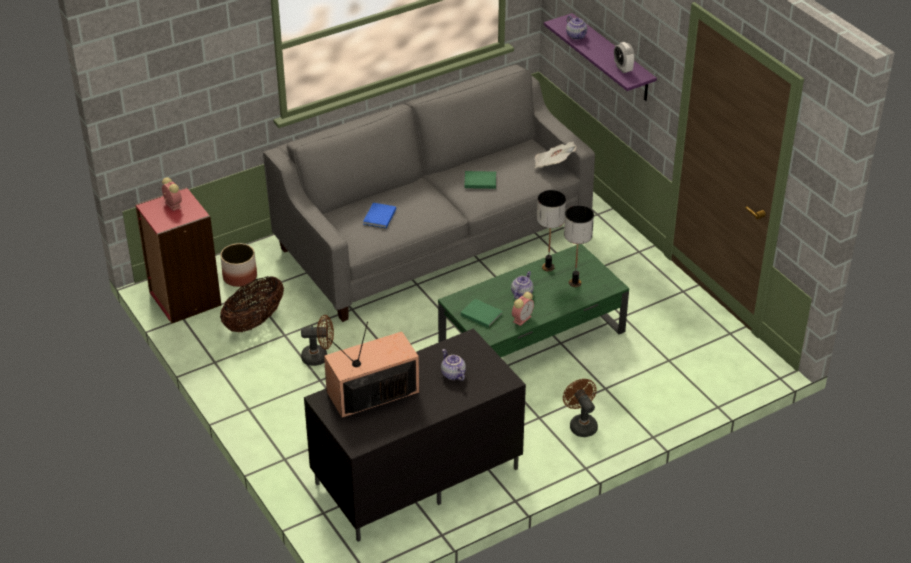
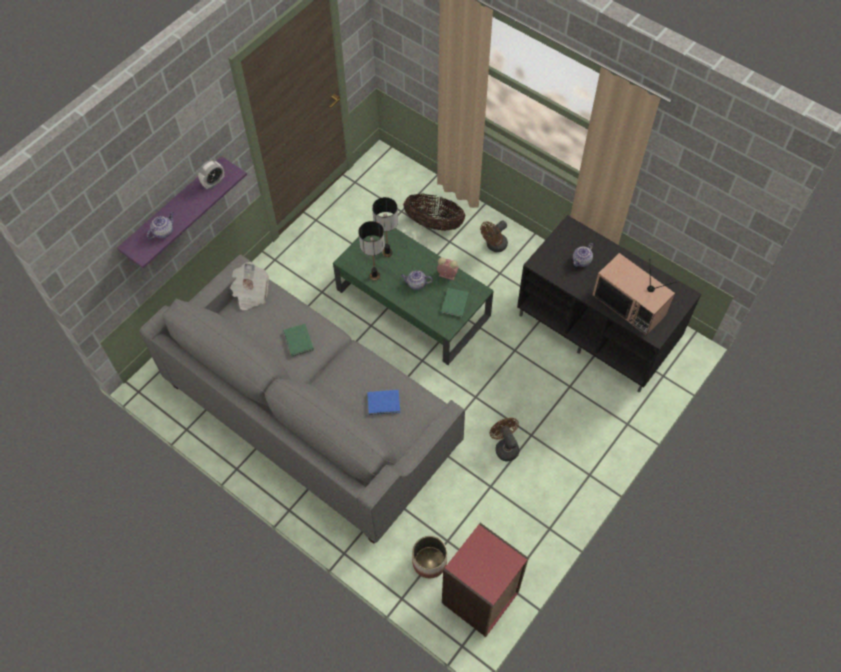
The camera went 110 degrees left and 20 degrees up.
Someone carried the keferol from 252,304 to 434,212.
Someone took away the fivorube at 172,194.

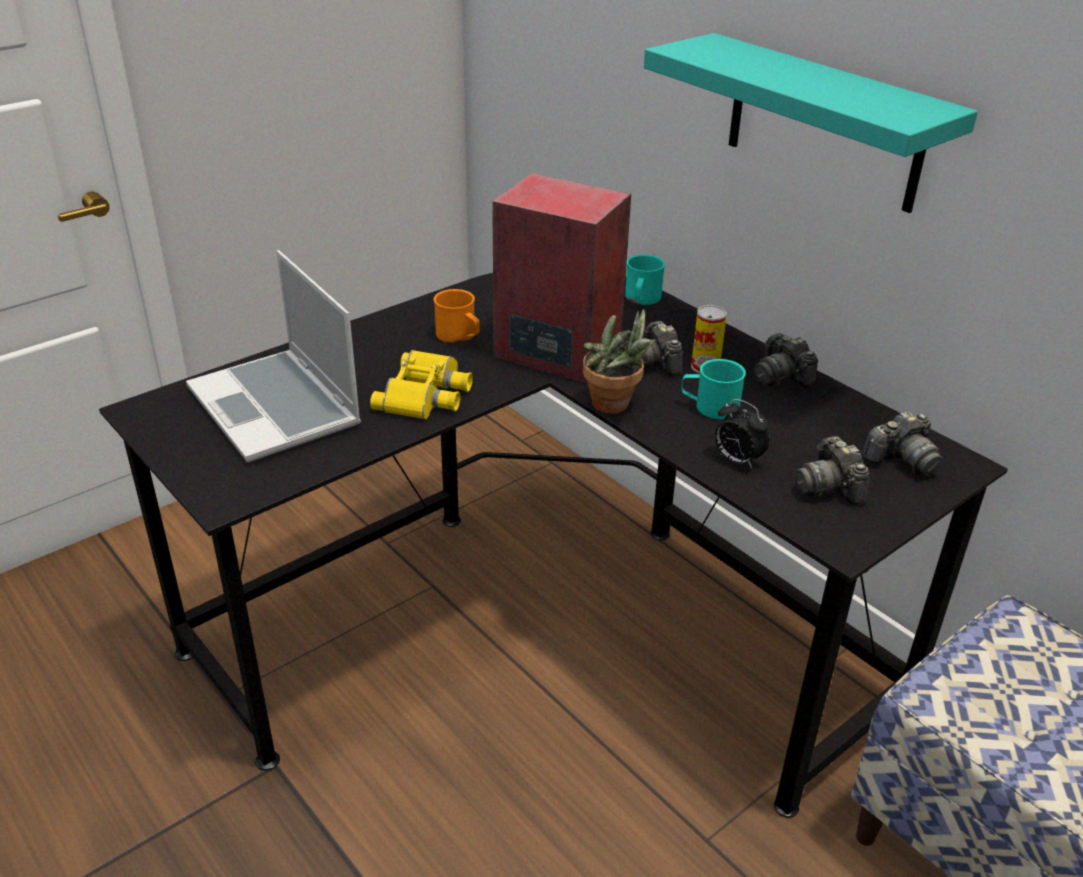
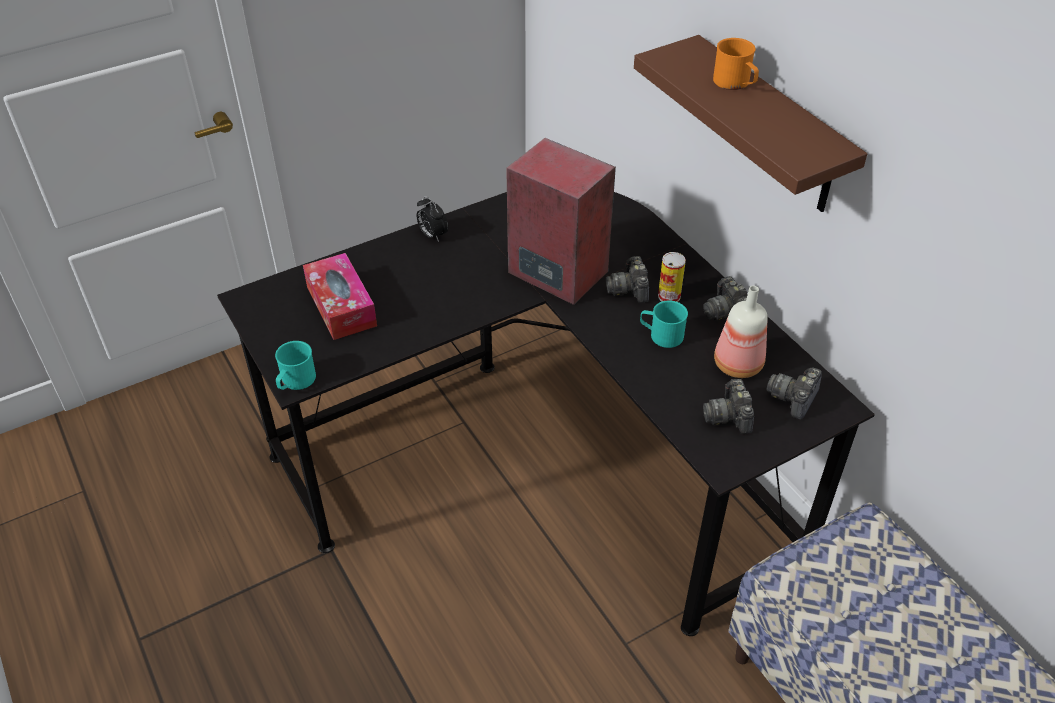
The camera went 10 degrees right and 10 degrees up.
Someone carried the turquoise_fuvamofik from 645,279 to 295,365.
Someone swapped the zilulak at 273,356 for the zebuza at 340,296.
Someone carried the fivorube from 742,434 to 432,219.
Someone repainted the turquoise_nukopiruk at 811,123, which became the brown_nukopiruk at 750,123.
Someone carried the orange_fuvamofik from 457,316 to 736,64.
Someone put down the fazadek at 740,332.
Someone rotated the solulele at 902,443 by 135 degrees clockwise.
Someone took away the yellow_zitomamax at 421,385.
Someone took away the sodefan at 619,361.

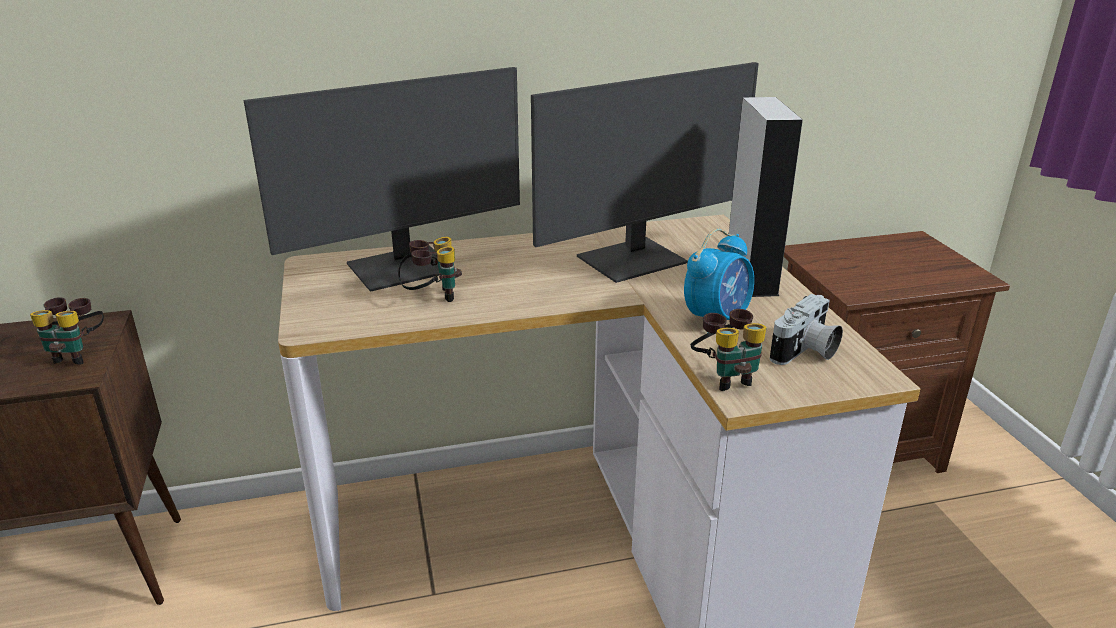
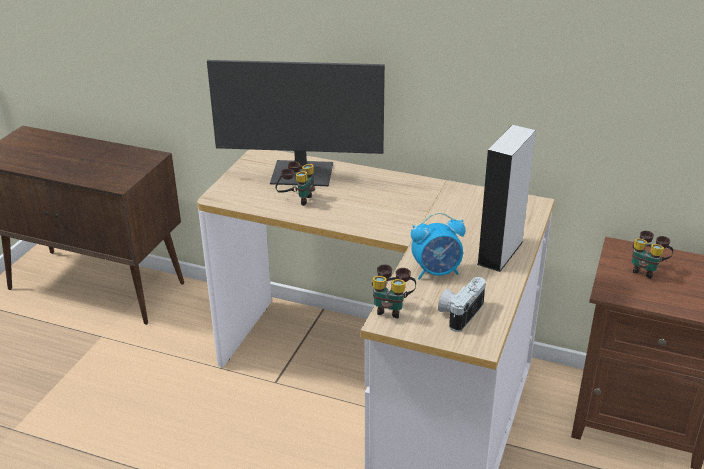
The camera went 35 degrees right and 5 degrees up.
Someone rotated the solulele at 806,329 by 135 degrees clockwise.
Someone carried the zitomamax from 67,330 to 652,255.
Someone took away the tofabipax at 645,172.

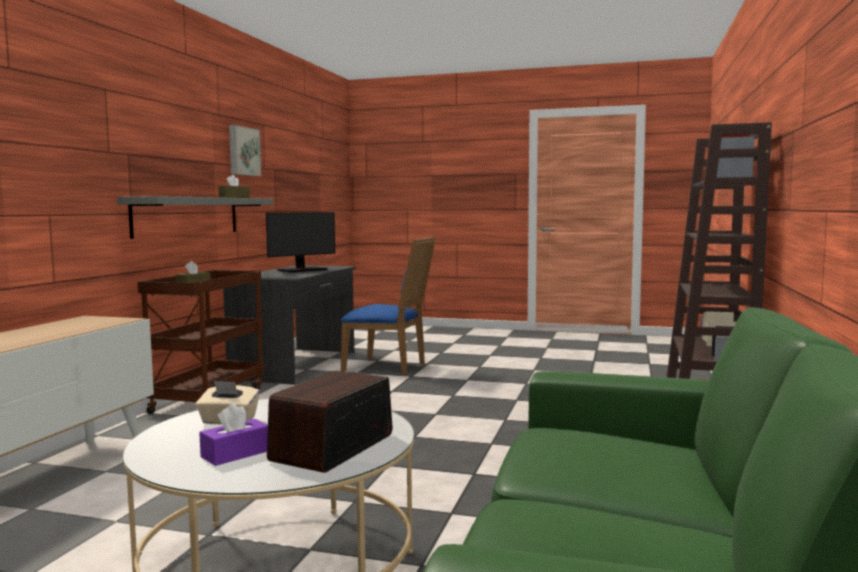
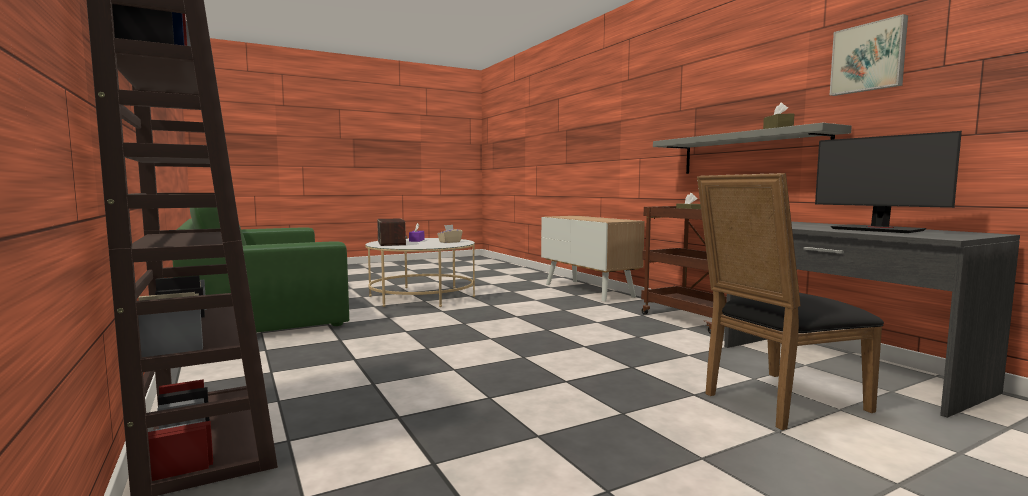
The camera went 135 degrees right and 0 degrees up.
Someone repainted the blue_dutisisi at 388,306, which became the black_dutisisi at 790,301.
Someone rotated the tofabipax at 300,242 by 45 degrees counterclockwise.

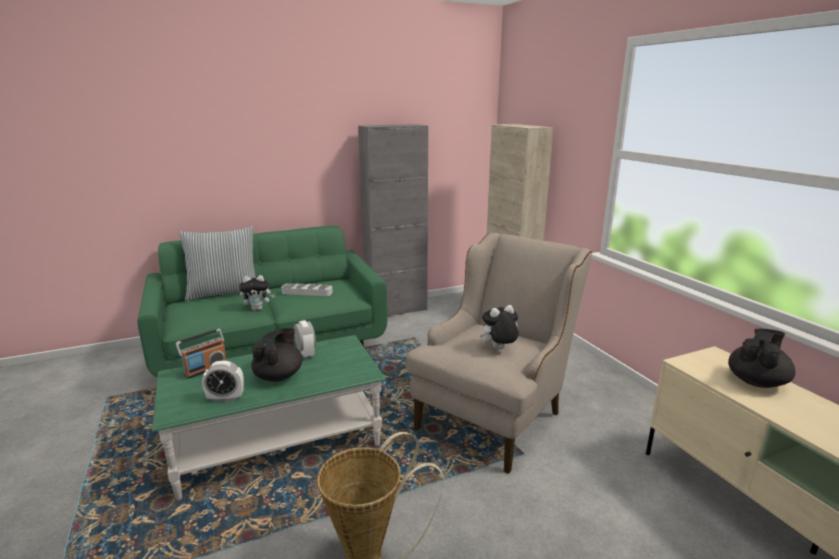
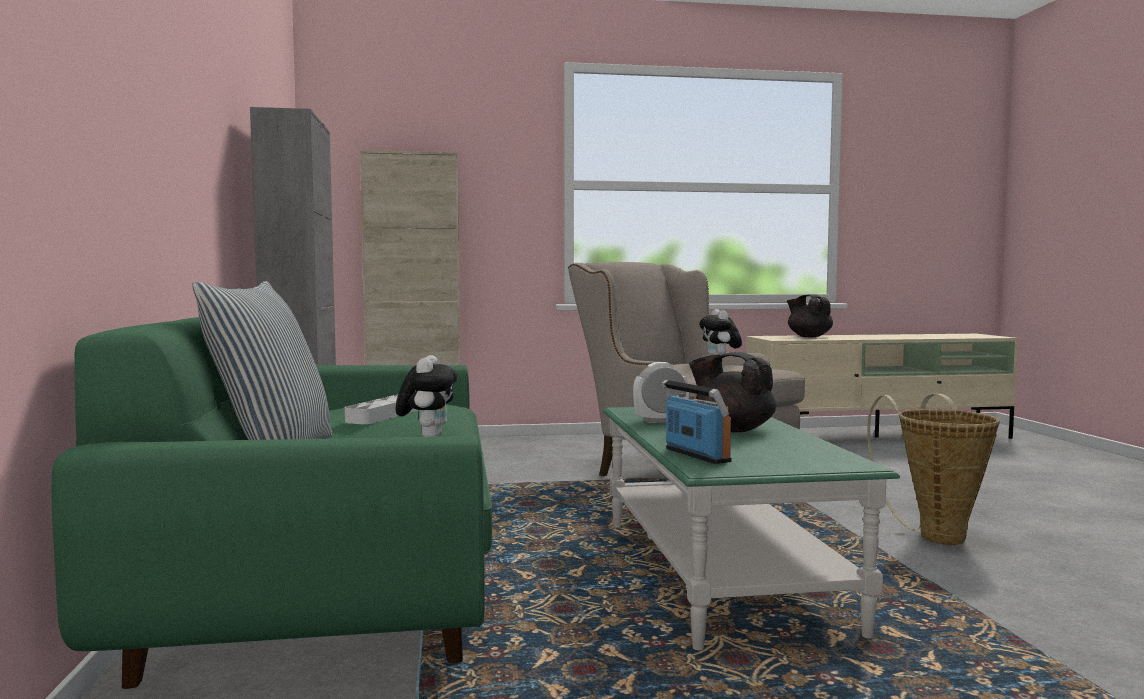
The camera went 75 degrees left and 15 degrees down.
Someone took away the fivorube at 223,381.

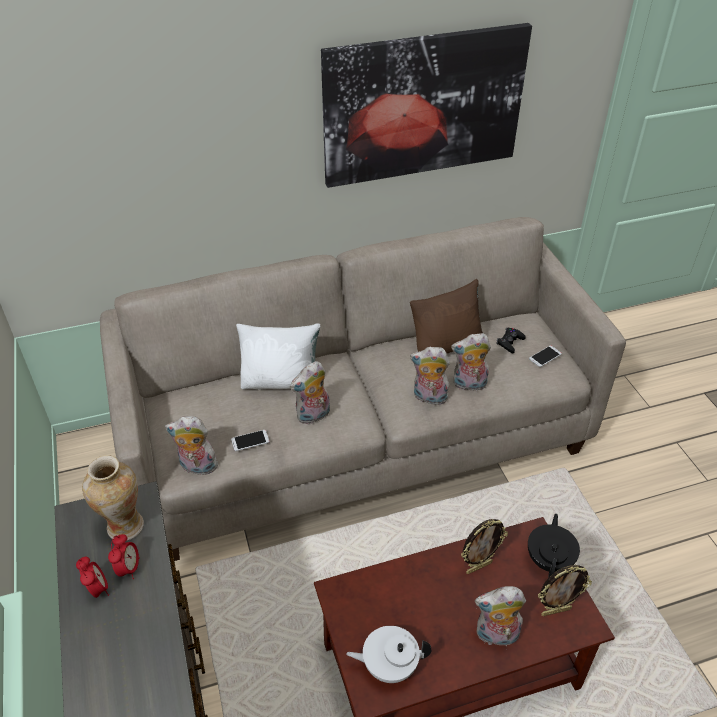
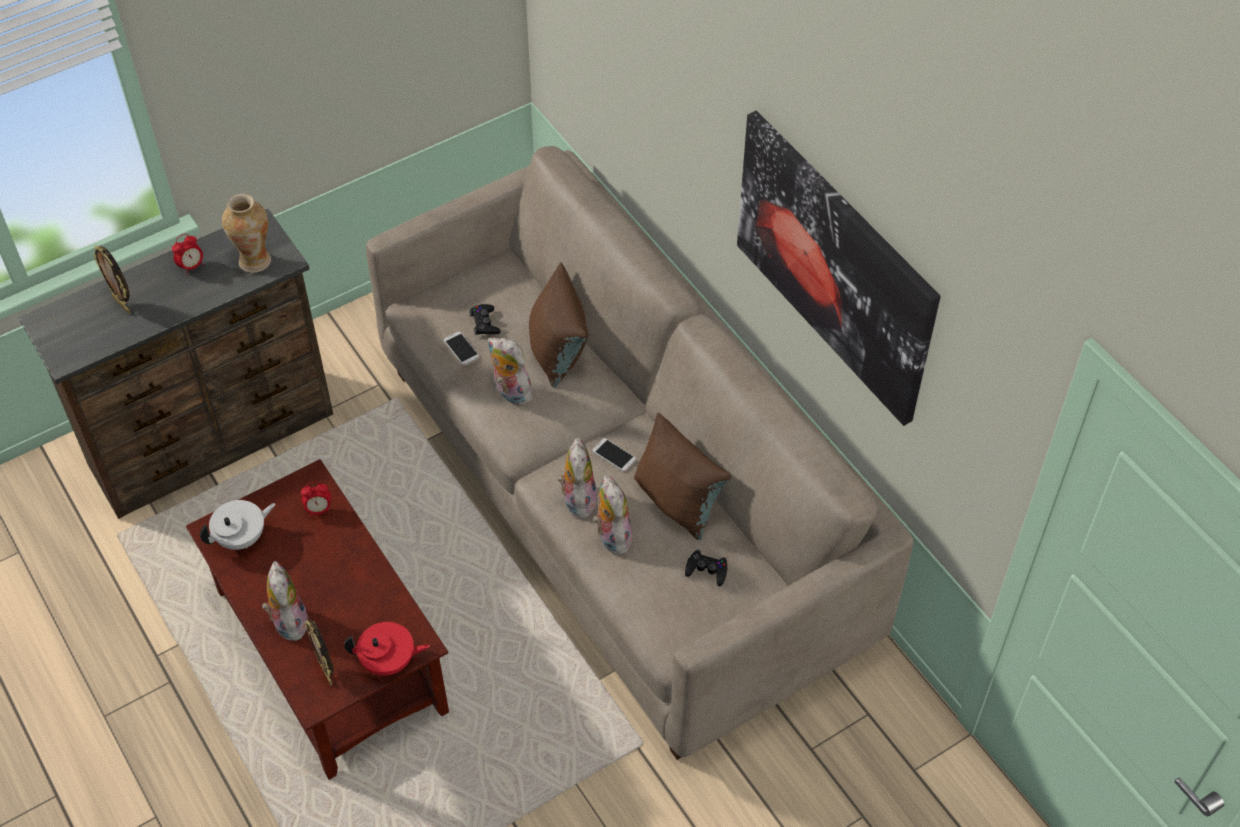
The camera went 75 degrees right and 10 degrees up.
Someone carried the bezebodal from 484,546 to 112,280.
Someone rotated the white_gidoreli at 388,654 by 75 degrees clockwise.
Someone carried the fivorube from 124,556 to 316,499.
Someone repainted the black_gidoreli at 554,546, which became the red_gidoreli at 387,649.
Someone put down the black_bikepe at 485,319.
Someone repainted the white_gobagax at 278,356, which became the brown_gobagax at 558,325.
Someone carried the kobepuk from 545,356 to 614,455.
Someone took away the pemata at 191,447.

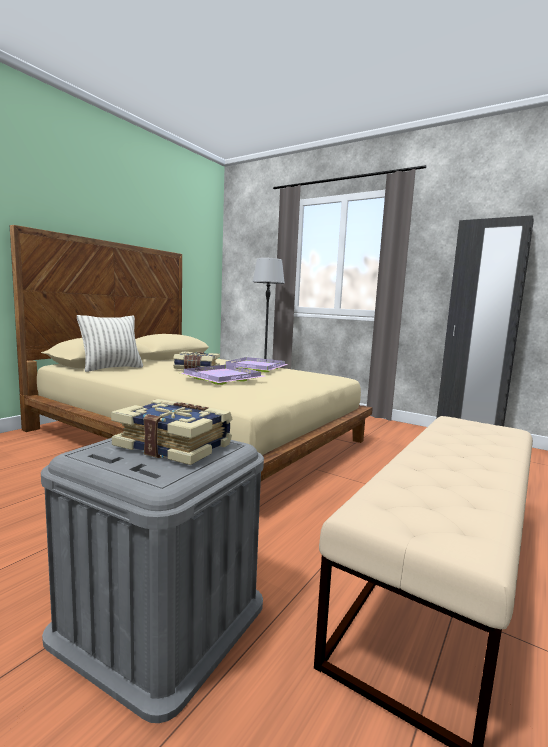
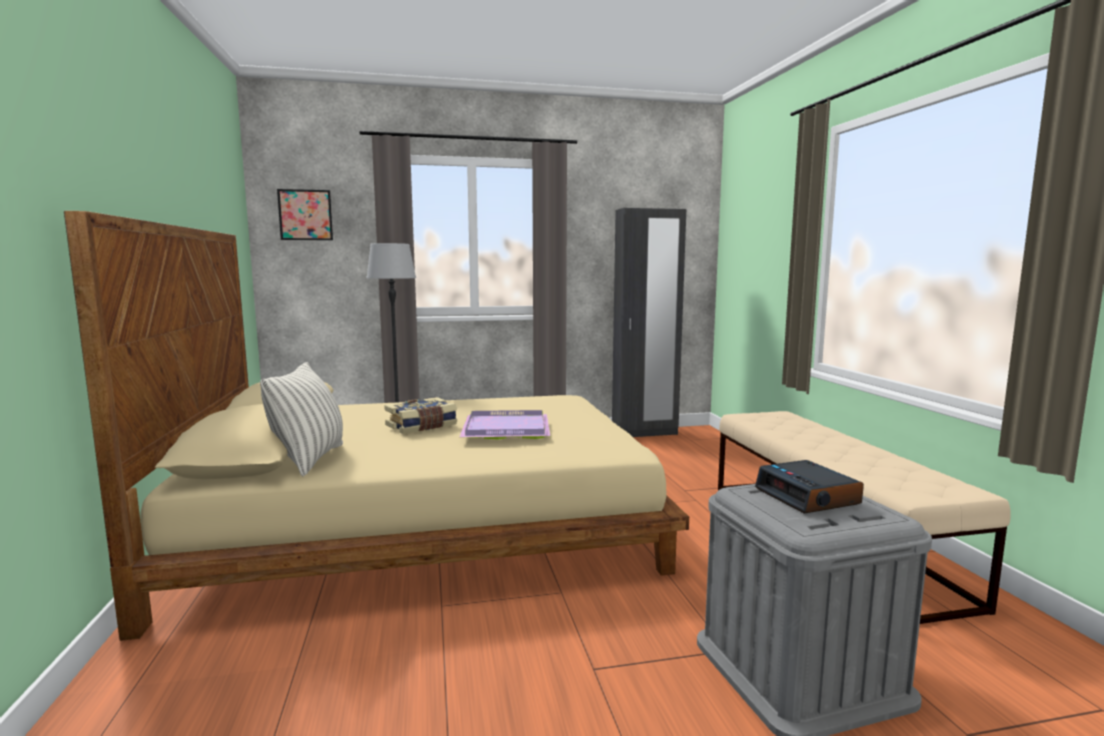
The camera went 45 degrees left and 0 degrees up.
Someone put up the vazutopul at 305,214.
Someone swapped the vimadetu at 171,432 for the fivorube at 809,487.
Someone took away the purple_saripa at 256,364.

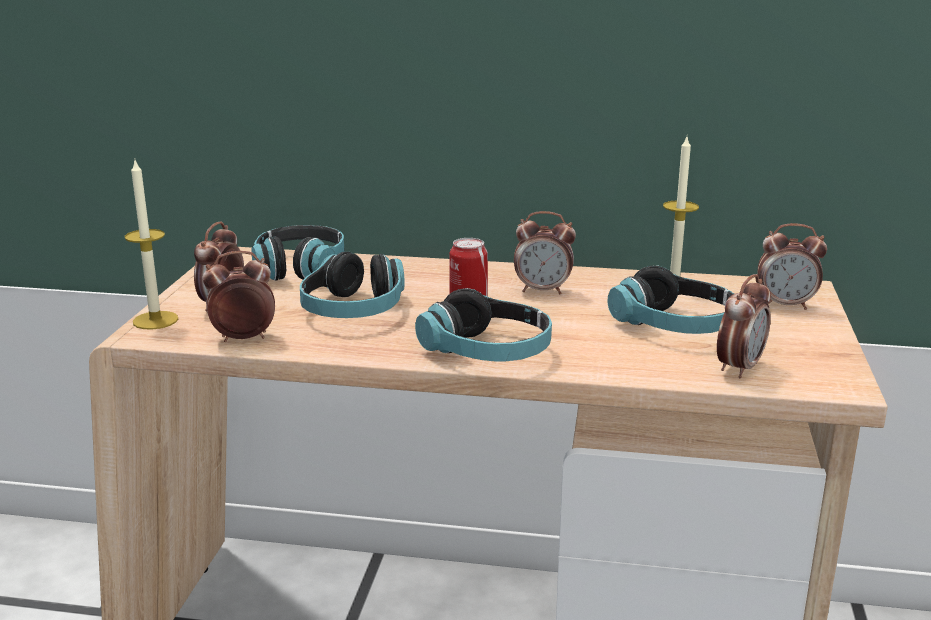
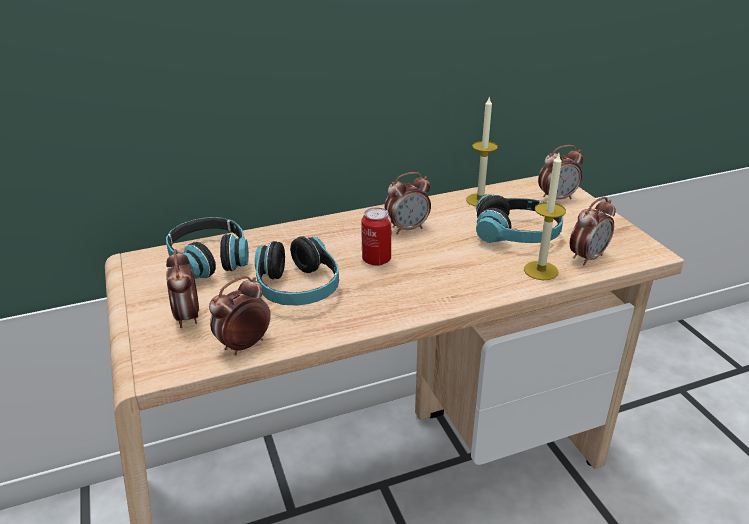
The camera went 30 degrees left and 10 degrees up.
Someone carried the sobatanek from 151,245 to 545,217.
Someone rotated the fivorube at 744,326 by 45 degrees clockwise.
Someone took away the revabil at 483,324.

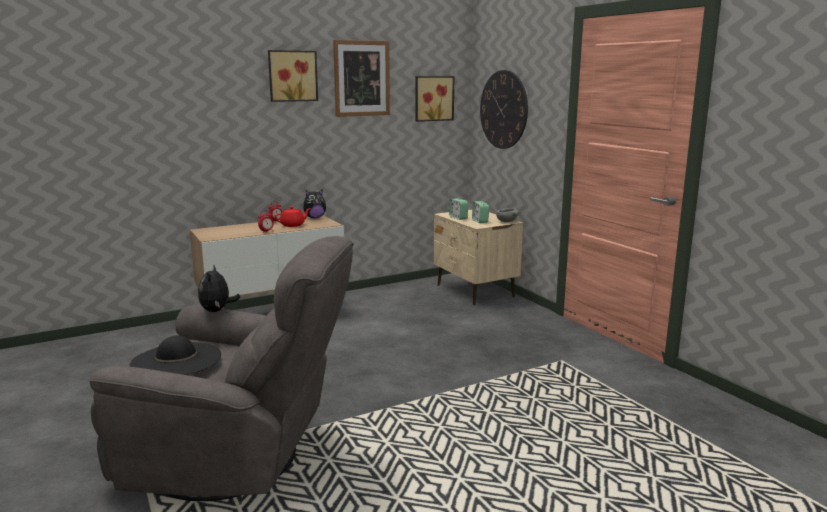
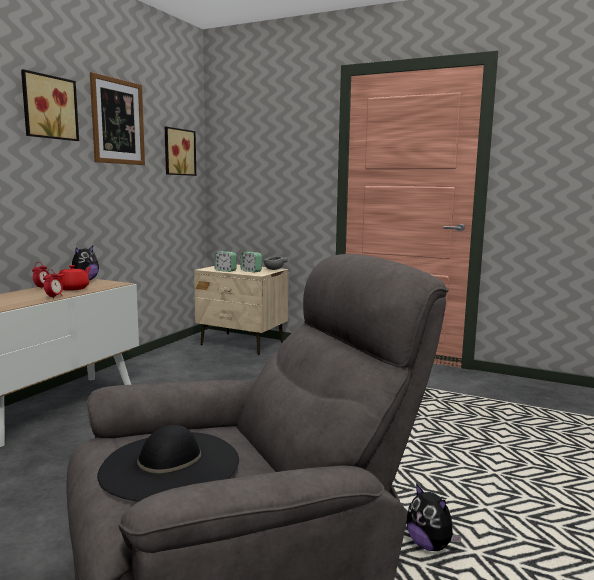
The camera went 35 degrees left and 5 degrees down.
Someone carried the pemata from 219,288 to 434,517.
Someone took away the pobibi at 504,109.

